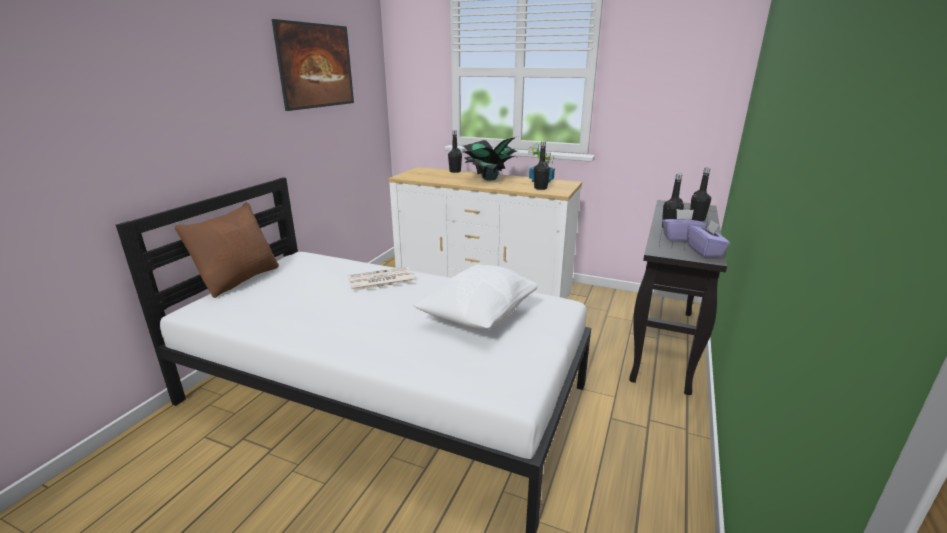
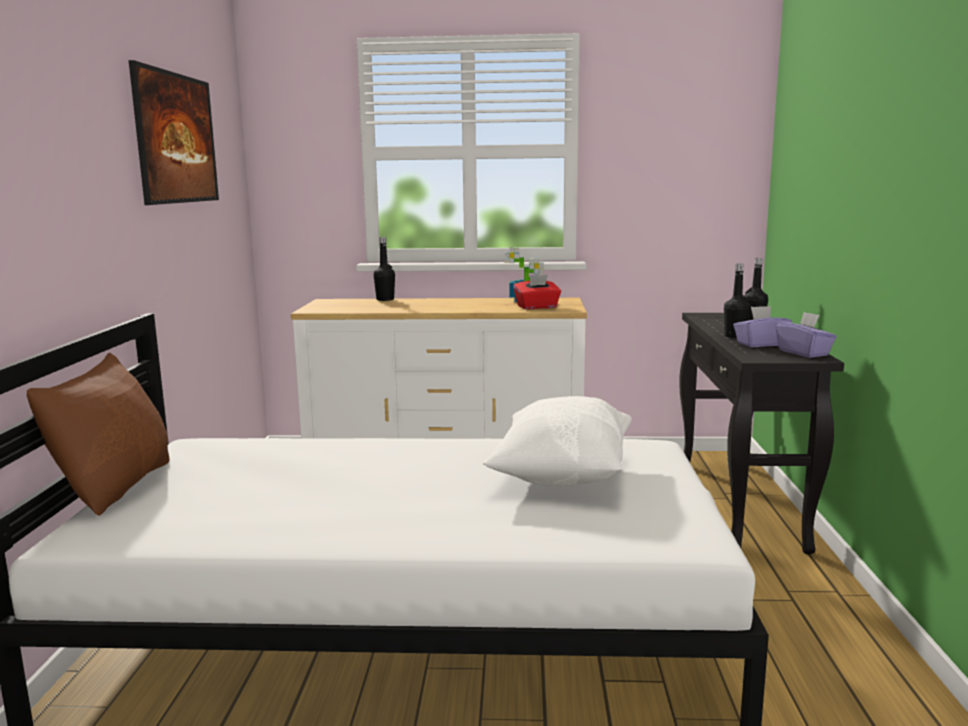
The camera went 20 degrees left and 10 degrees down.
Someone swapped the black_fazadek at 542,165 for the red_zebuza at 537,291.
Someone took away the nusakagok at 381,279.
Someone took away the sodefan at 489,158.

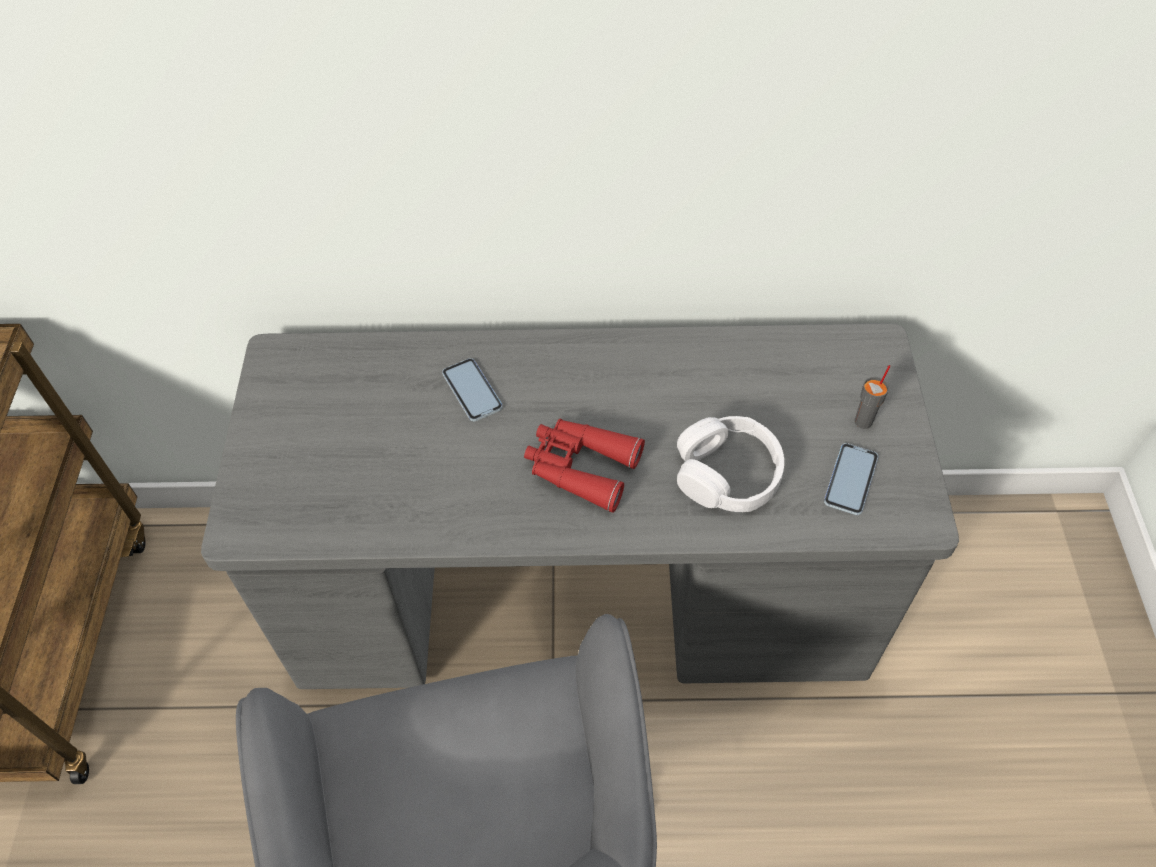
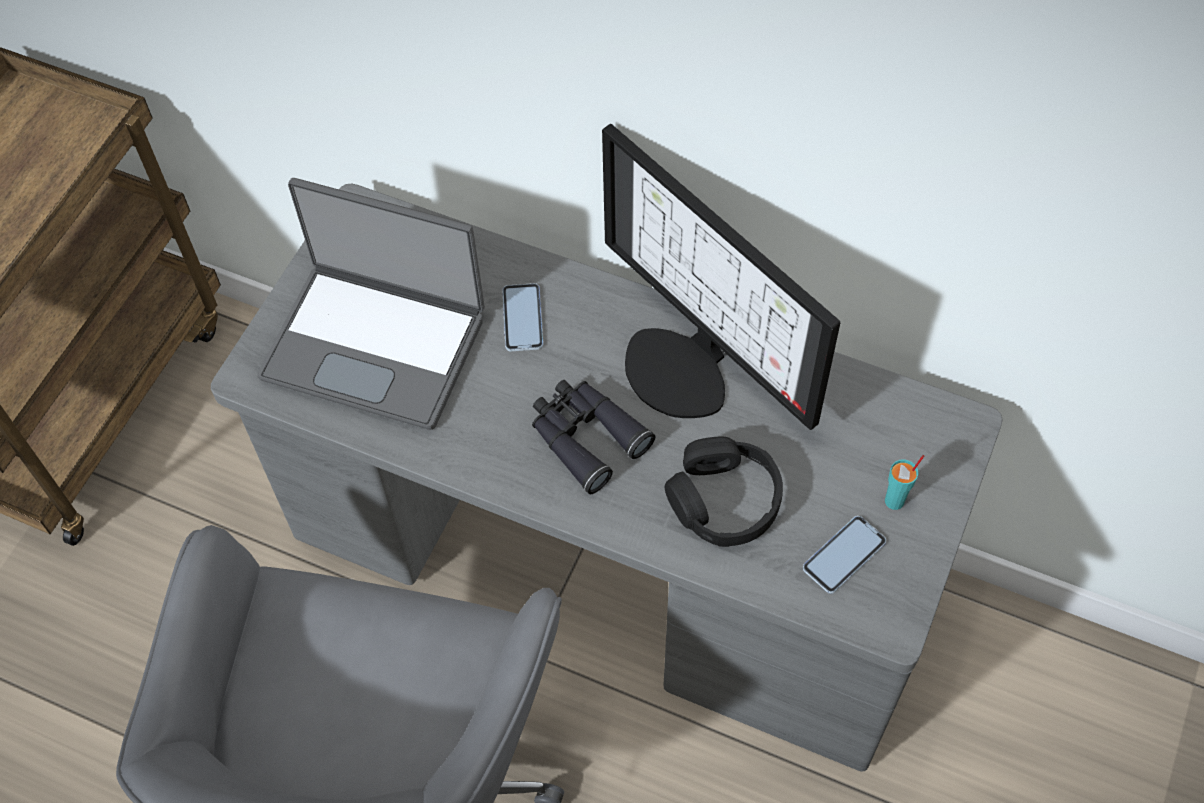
The camera went 25 degrees right and 5 degrees up.
Someone put down the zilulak at 371,304.
Someone repainted the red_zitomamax at 584,466, which became the black_zitomamax at 593,437.
Someone put down the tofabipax at 721,277.
Someone repainted the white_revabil at 730,464, which became the black_revabil at 724,491.
Someone repainted the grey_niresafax at 873,397, which became the turquoise_niresafax at 904,482.

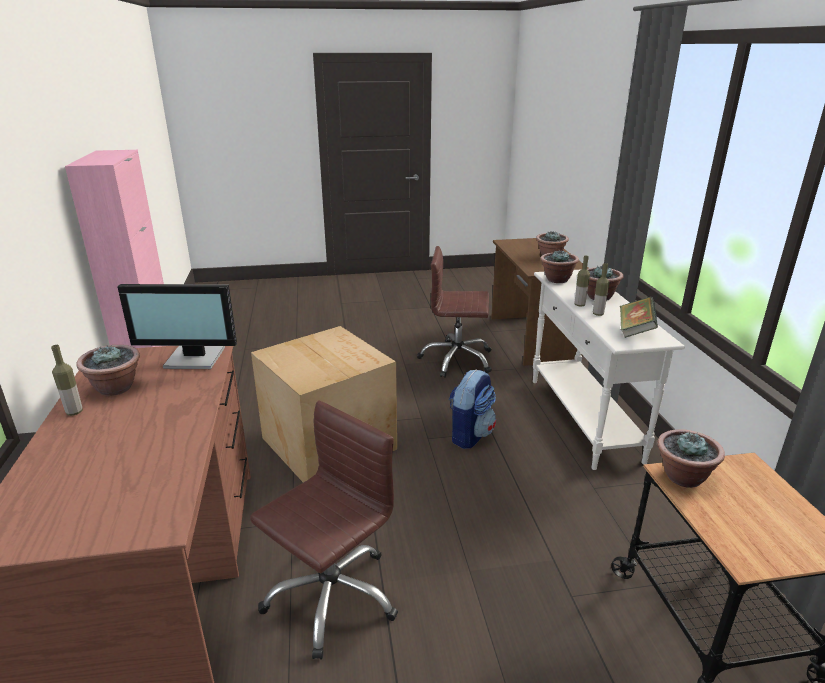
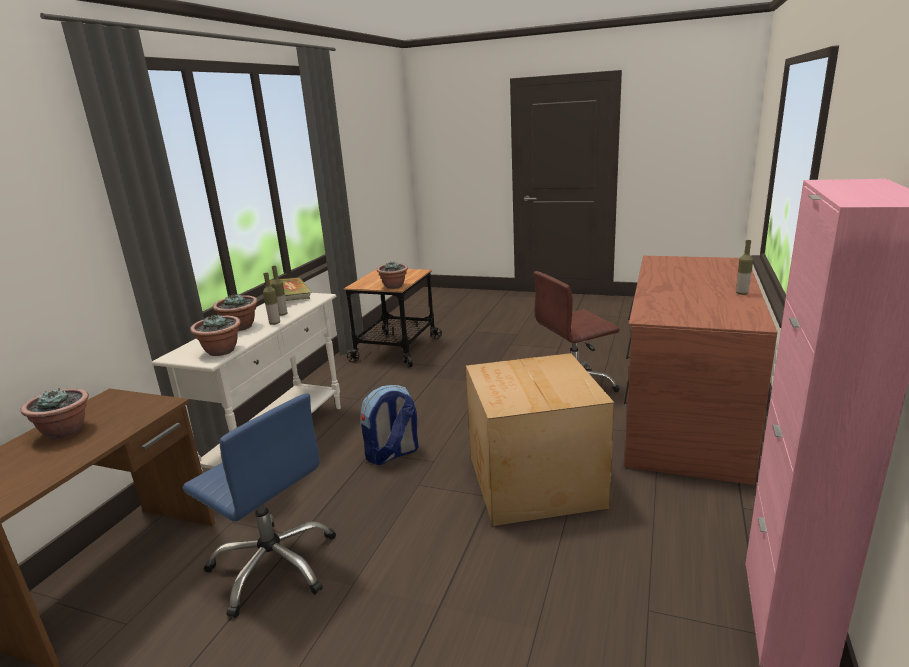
The camera went 150 degrees left and 5 degrees down.
Someone repainted the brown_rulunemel at 454,312, which became the blue_rulunemel at 259,505.
Someone took away the sodefan at 108,370.
Someone took away the tofabipax at 177,326.

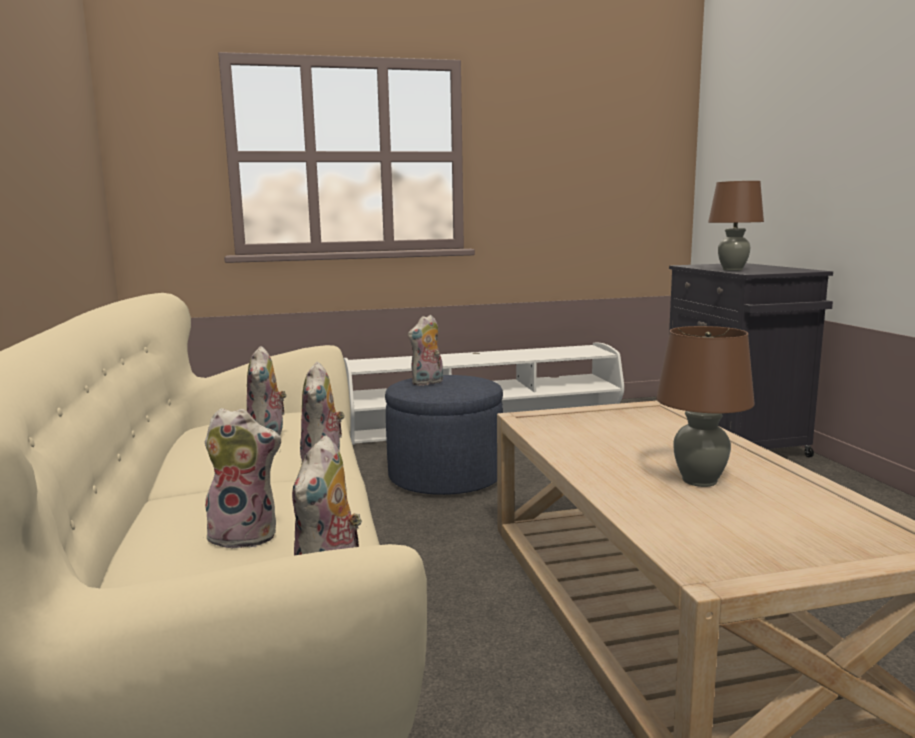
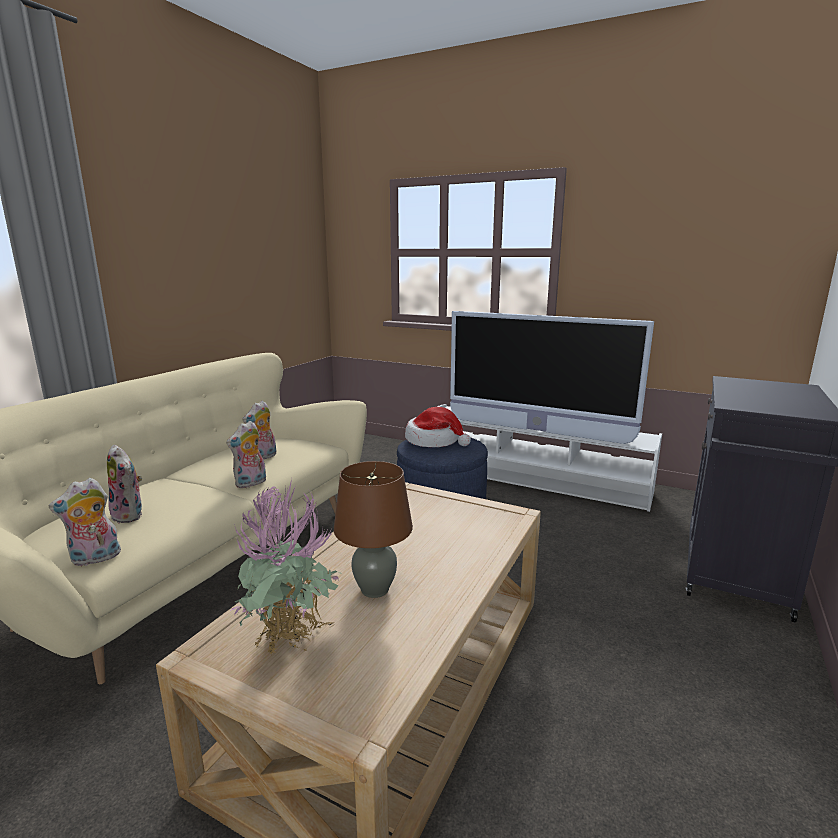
The camera went 40 degrees right and 5 degrees up.
Someone put down the sodefan at 286,567.
Someone swapped the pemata at 425,350 for the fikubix at 438,427.
Someone put down the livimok at 552,377.
Someone took away the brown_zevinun at 736,226.

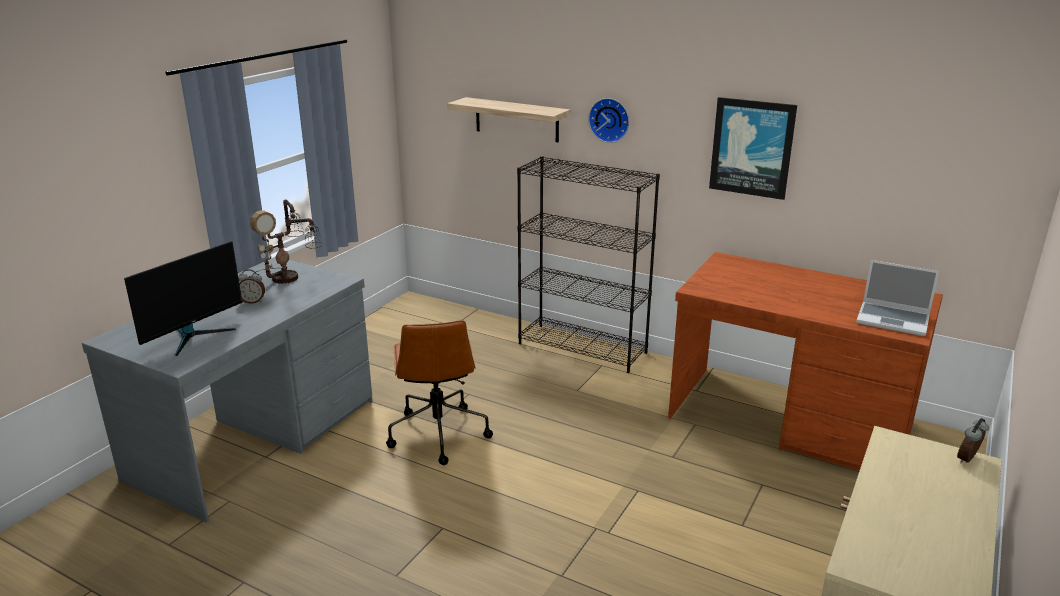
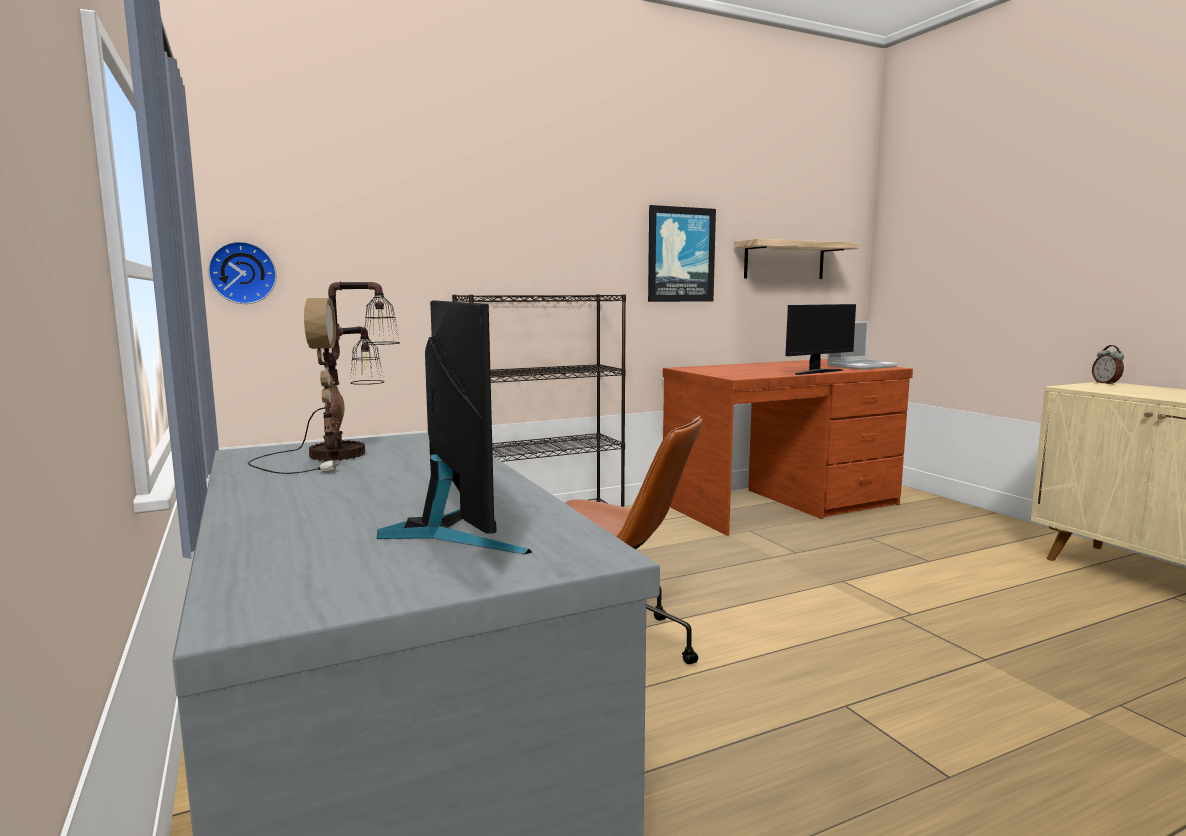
The camera went 55 degrees left and 15 degrees down.
Someone carried the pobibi from 608,120 to 242,272.
Someone carried the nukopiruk from 509,119 to 797,259.
Someone put down the tofabipax at 820,339.
Someone took away the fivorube at 251,286.

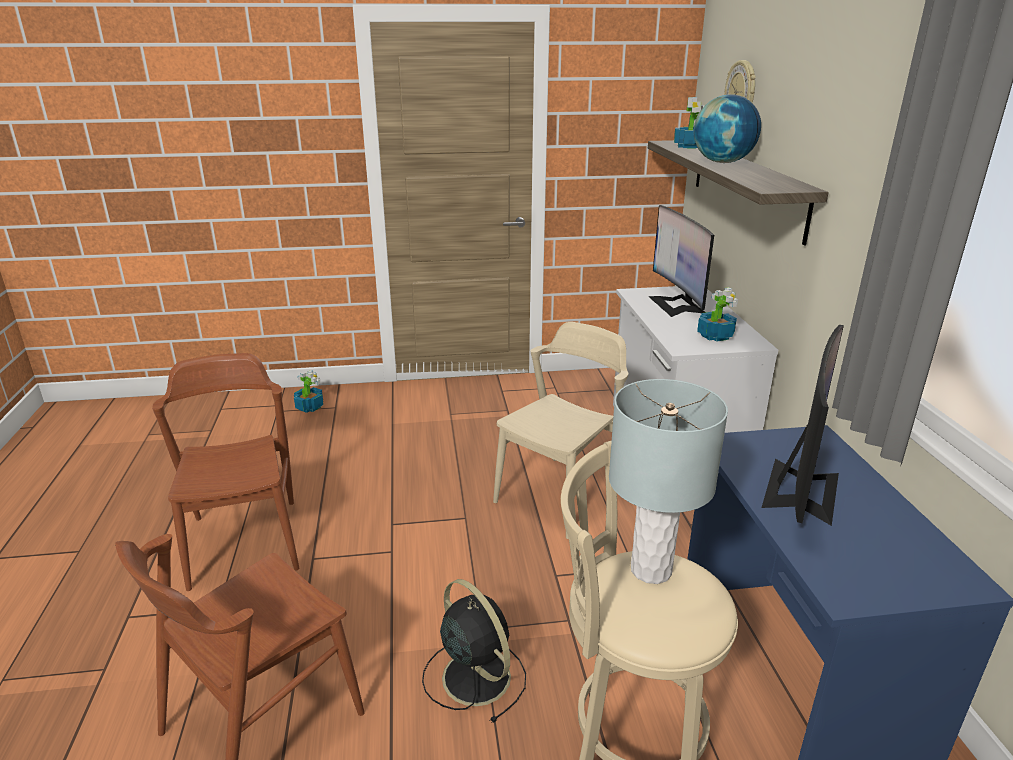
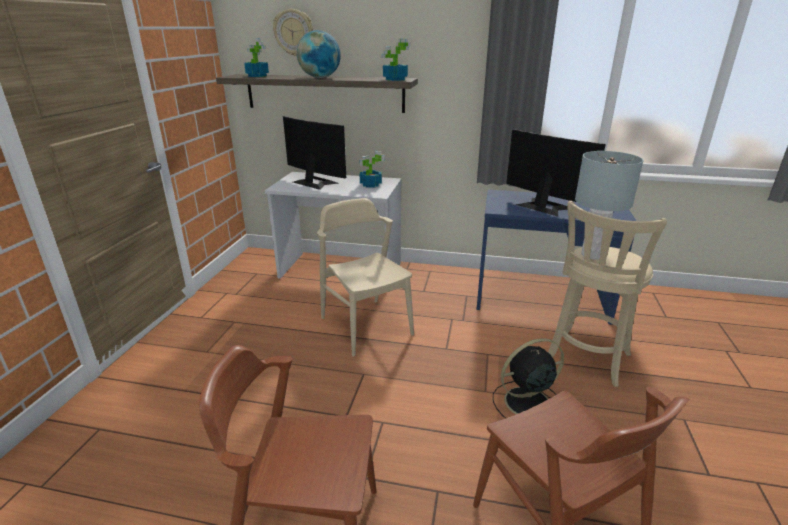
The camera went 70 degrees left and 0 degrees up.
Someone rotated the tofabipax at 681,261 by 150 degrees counterclockwise.
Someone carried the sodefan from 308,391 to 396,60.

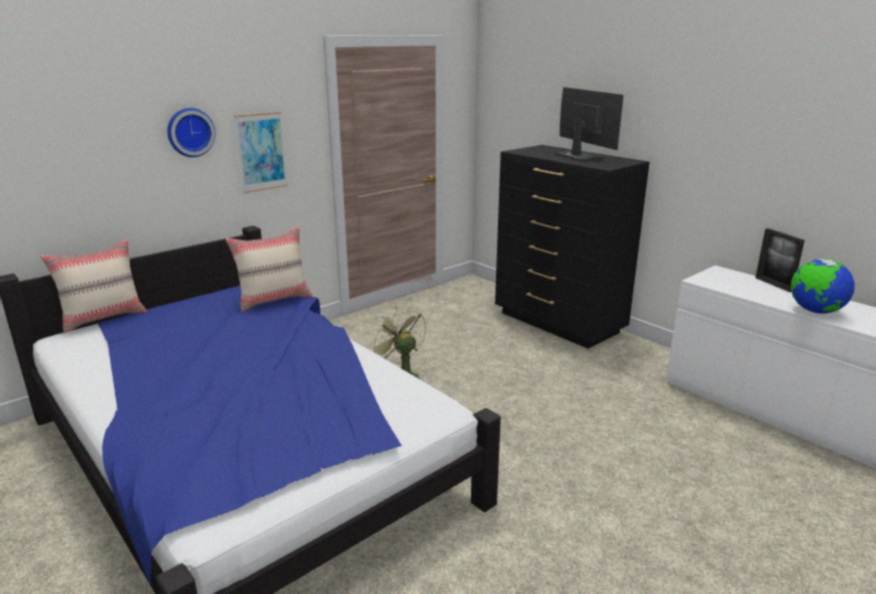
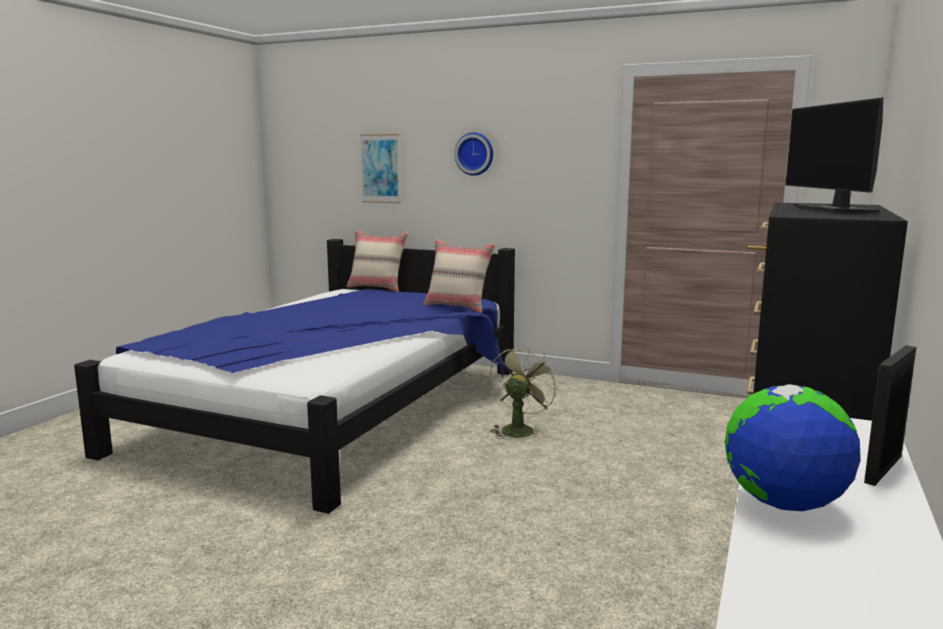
The camera went 65 degrees right and 10 degrees down.
Someone carried the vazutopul from 261,152 to 380,168.
Someone rotated the tofabipax at 589,124 by 135 degrees clockwise.

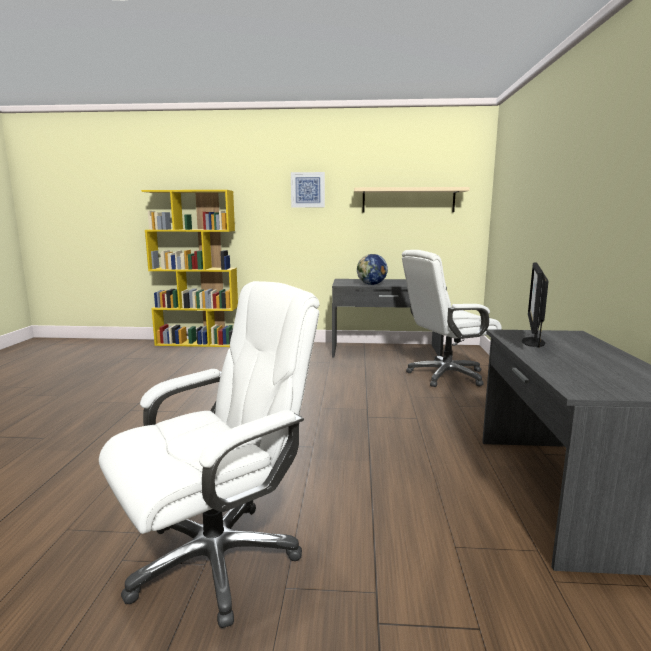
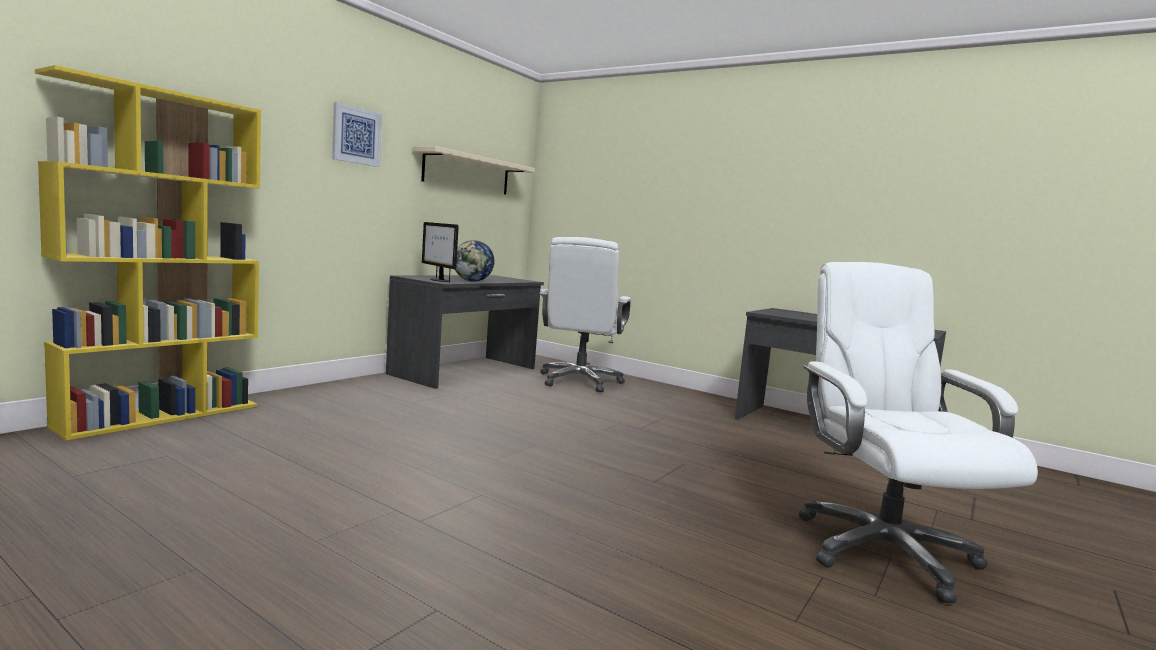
The camera went 60 degrees left and 5 degrees down.
Someone carried the tofabipax from 535,305 to 440,252.

